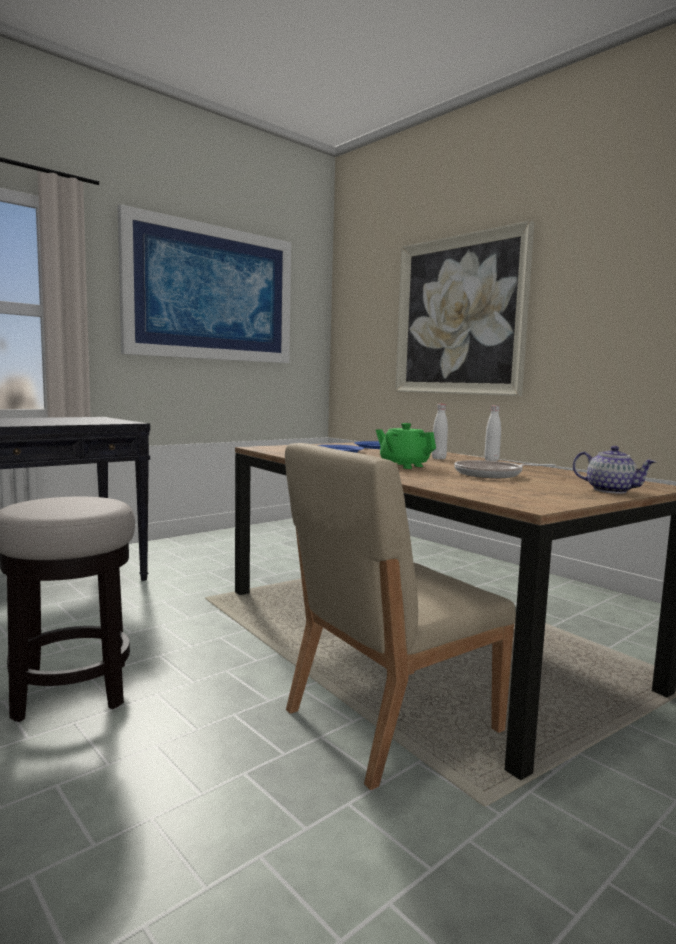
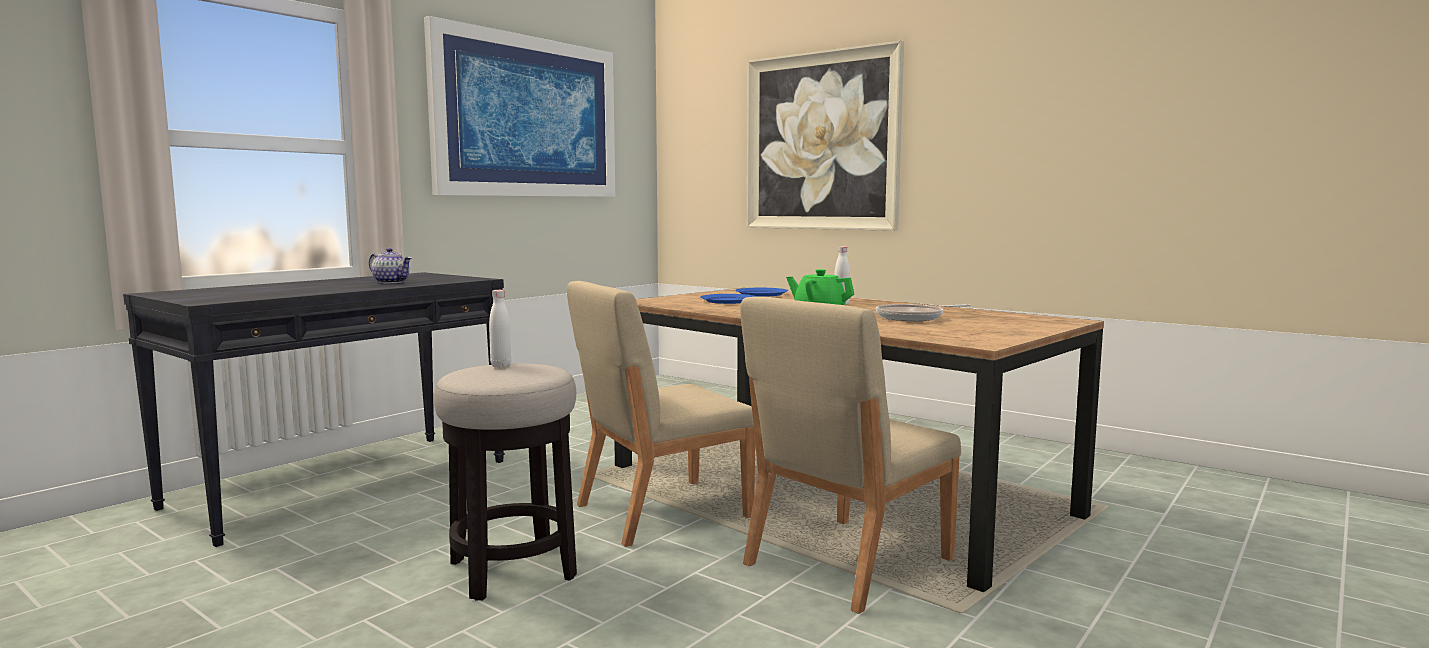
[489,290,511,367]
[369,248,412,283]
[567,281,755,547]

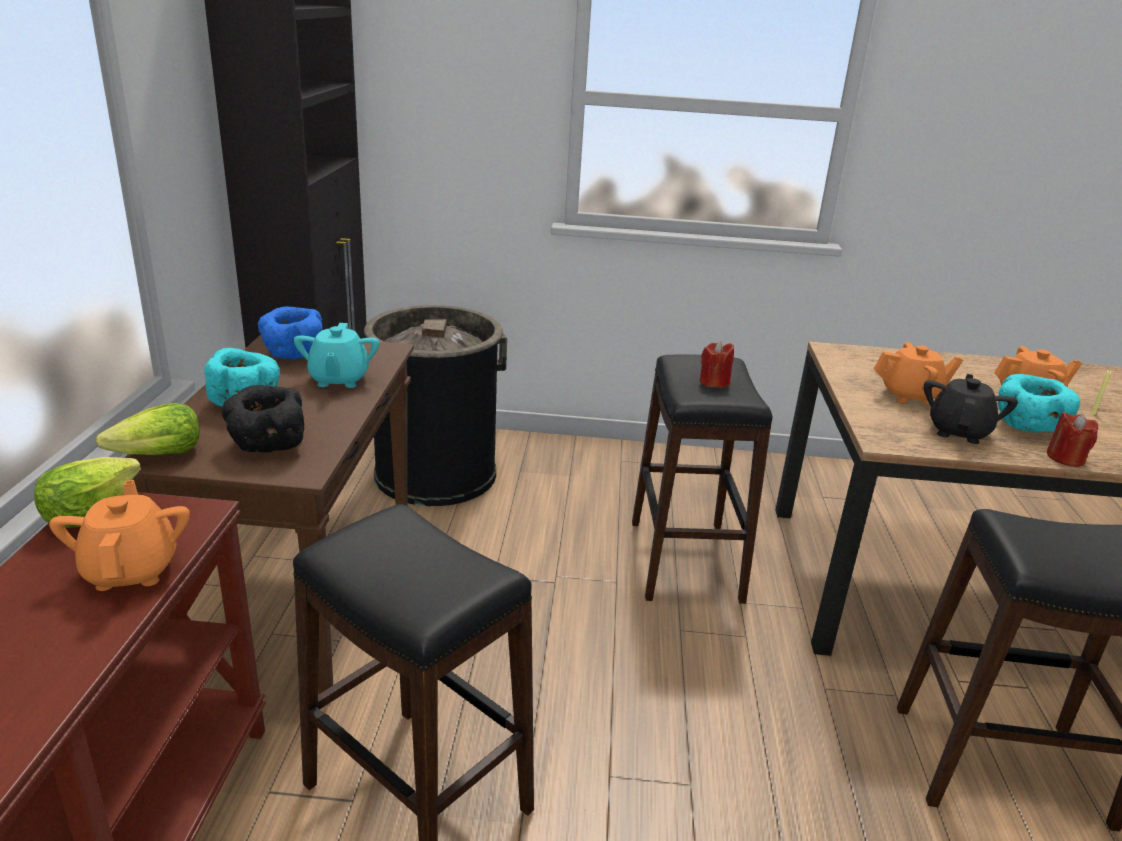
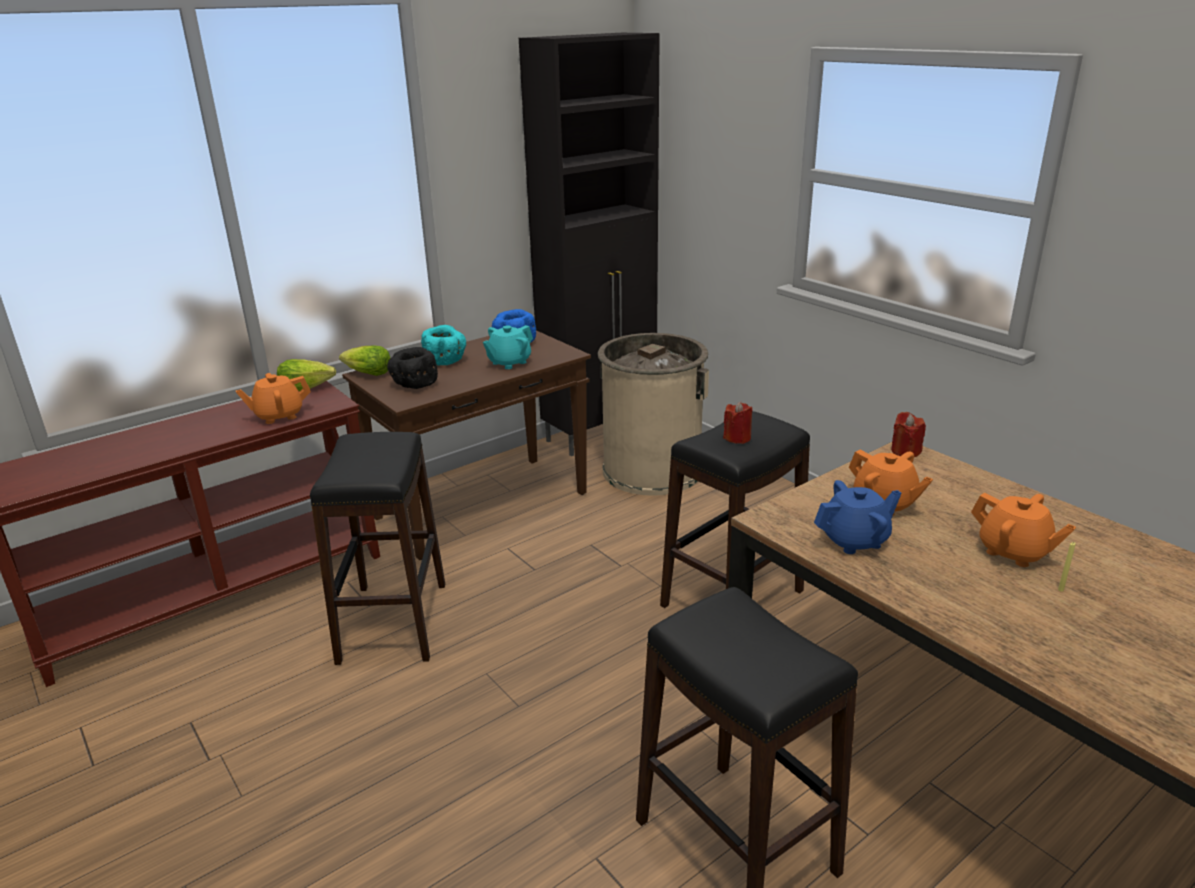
[598,333,709,496]
[814,480,901,554]
[998,374,1080,433] (first image)
[891,412,926,457]
[236,373,311,424]

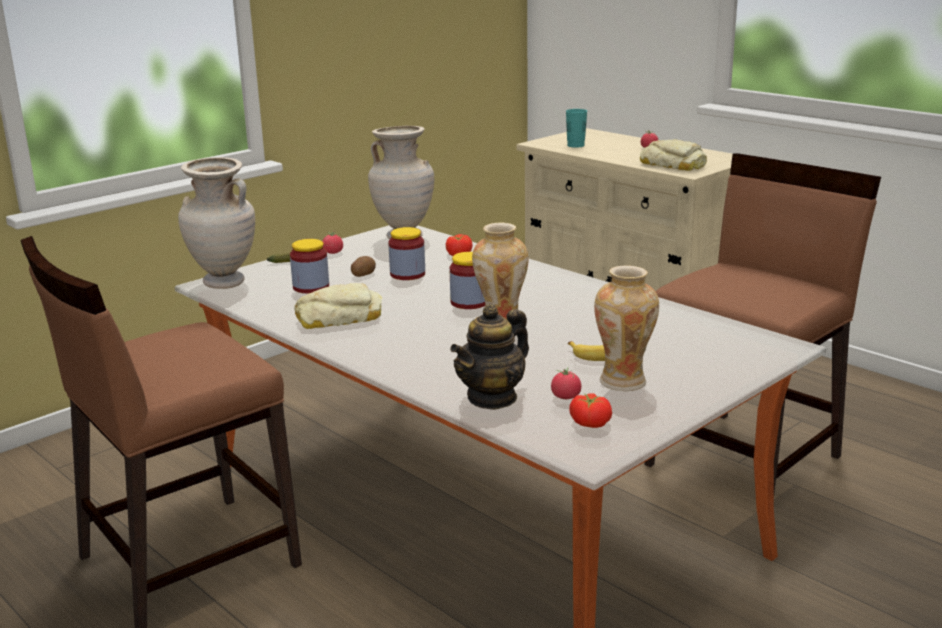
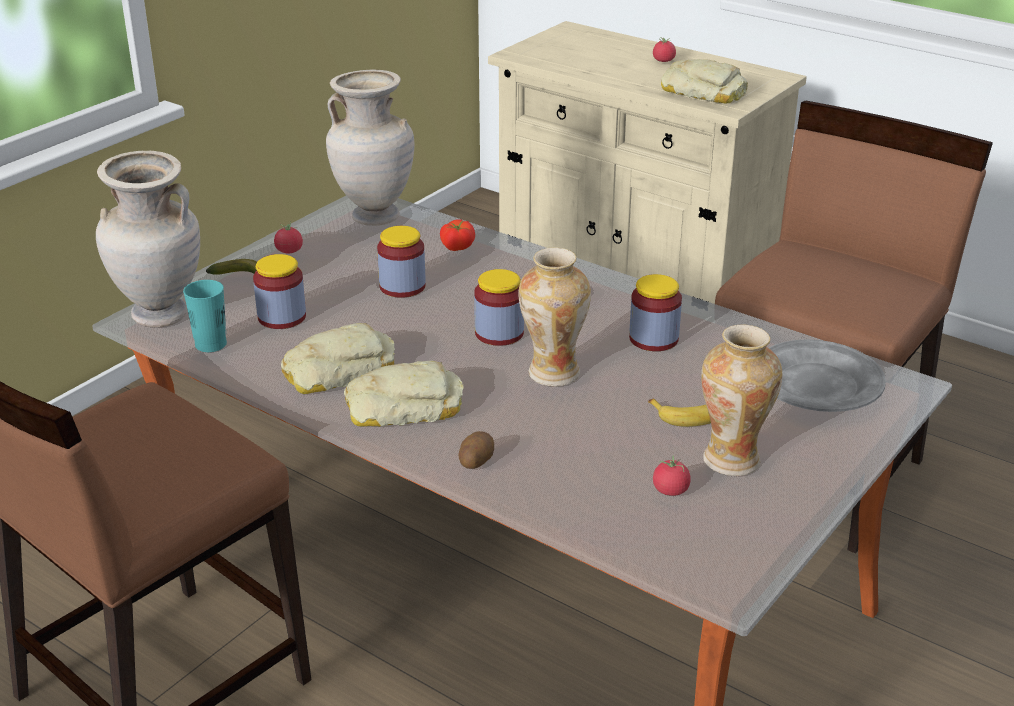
[183,280,227,352]
[458,431,494,469]
[450,304,529,410] (first image)
[569,393,612,428] (first image)
[629,274,682,351]
[769,339,886,412]
[344,360,464,427]

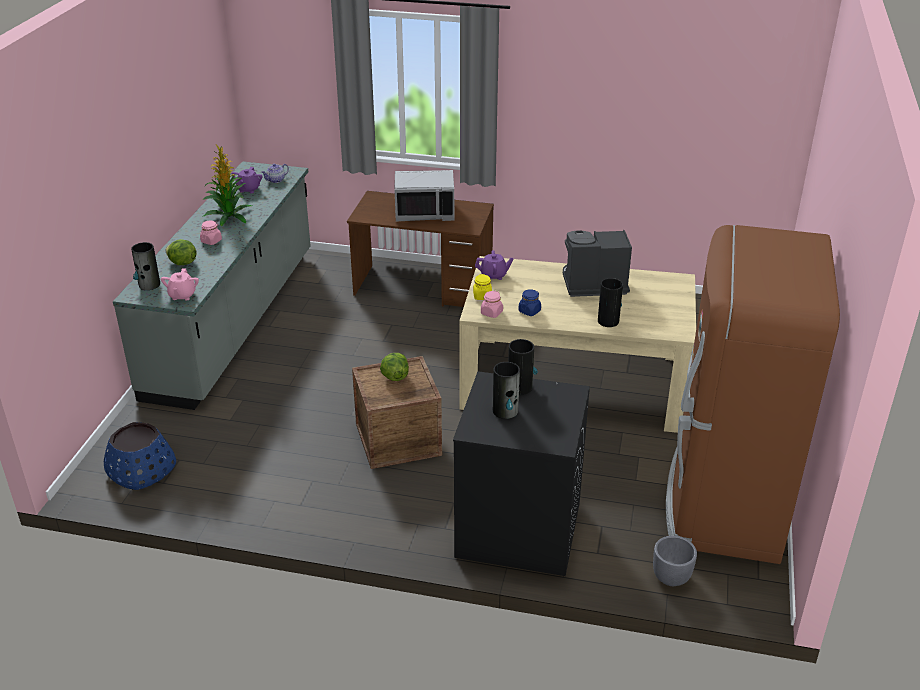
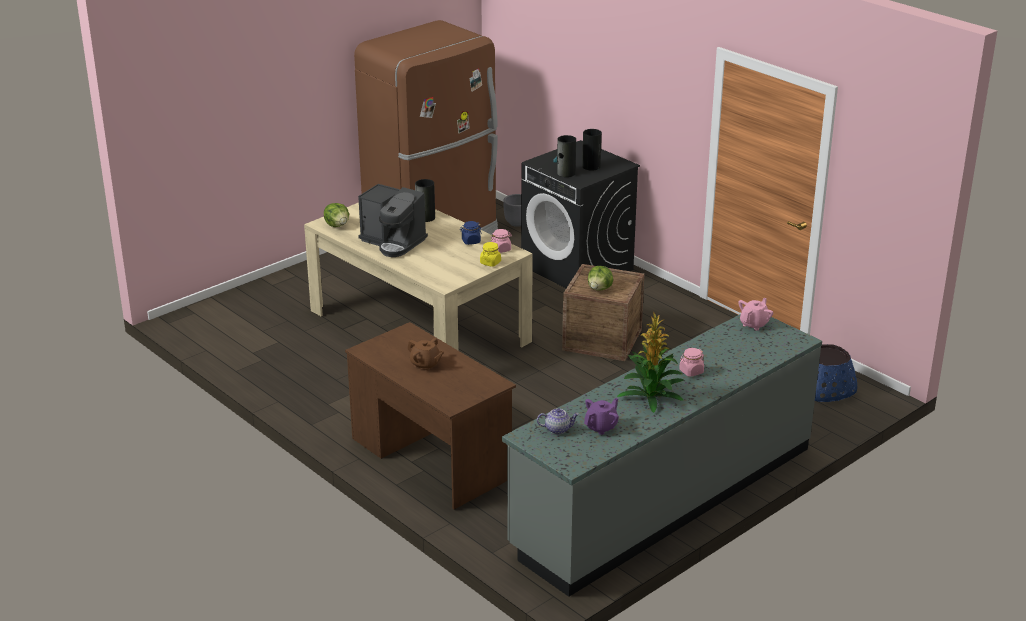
[407,338,444,371]
[324,203,349,227]
[131,242,160,290] (first image)
[475,250,513,280] (first image)

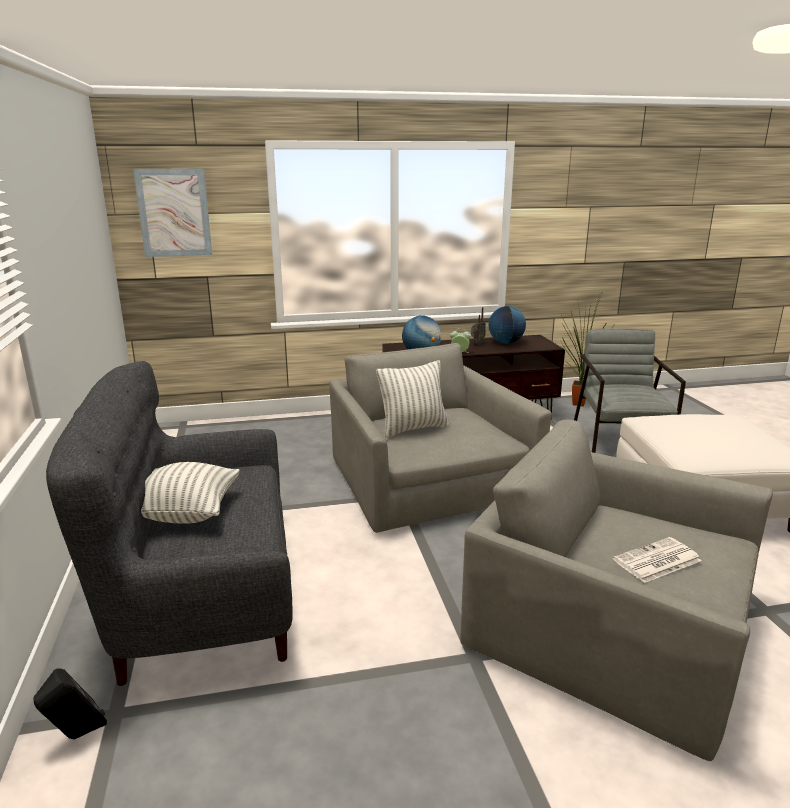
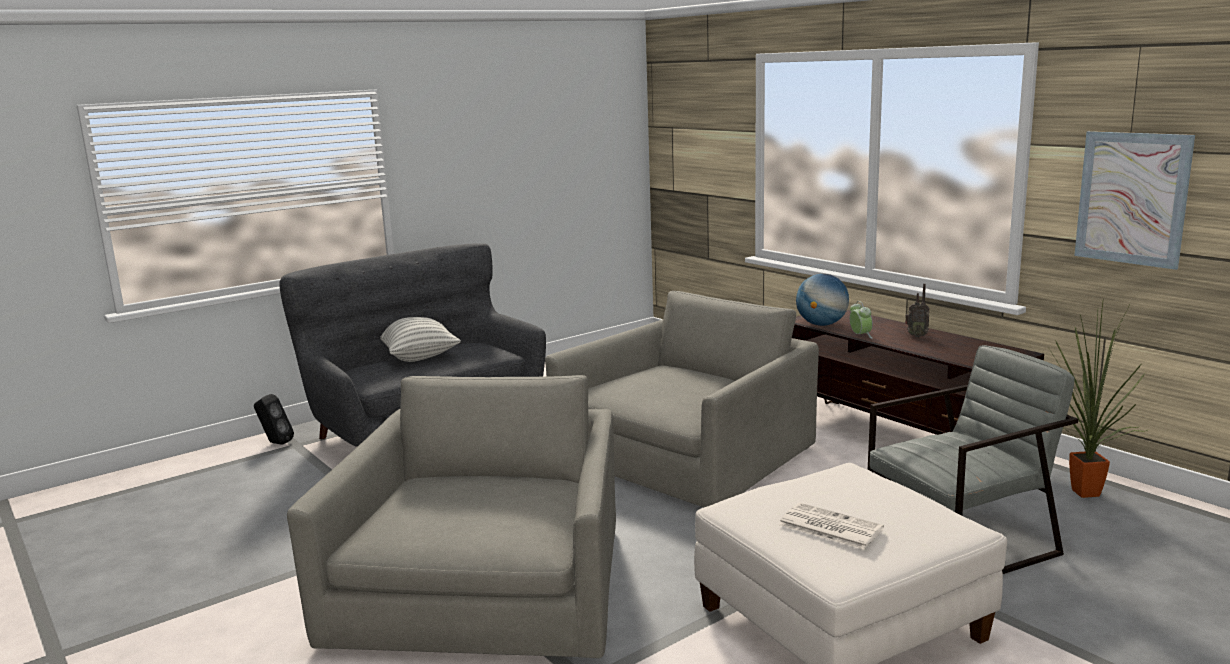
[1074,131,1195,270]
[488,306,526,344] (first image)
[376,360,449,437] (first image)
[779,503,884,550]

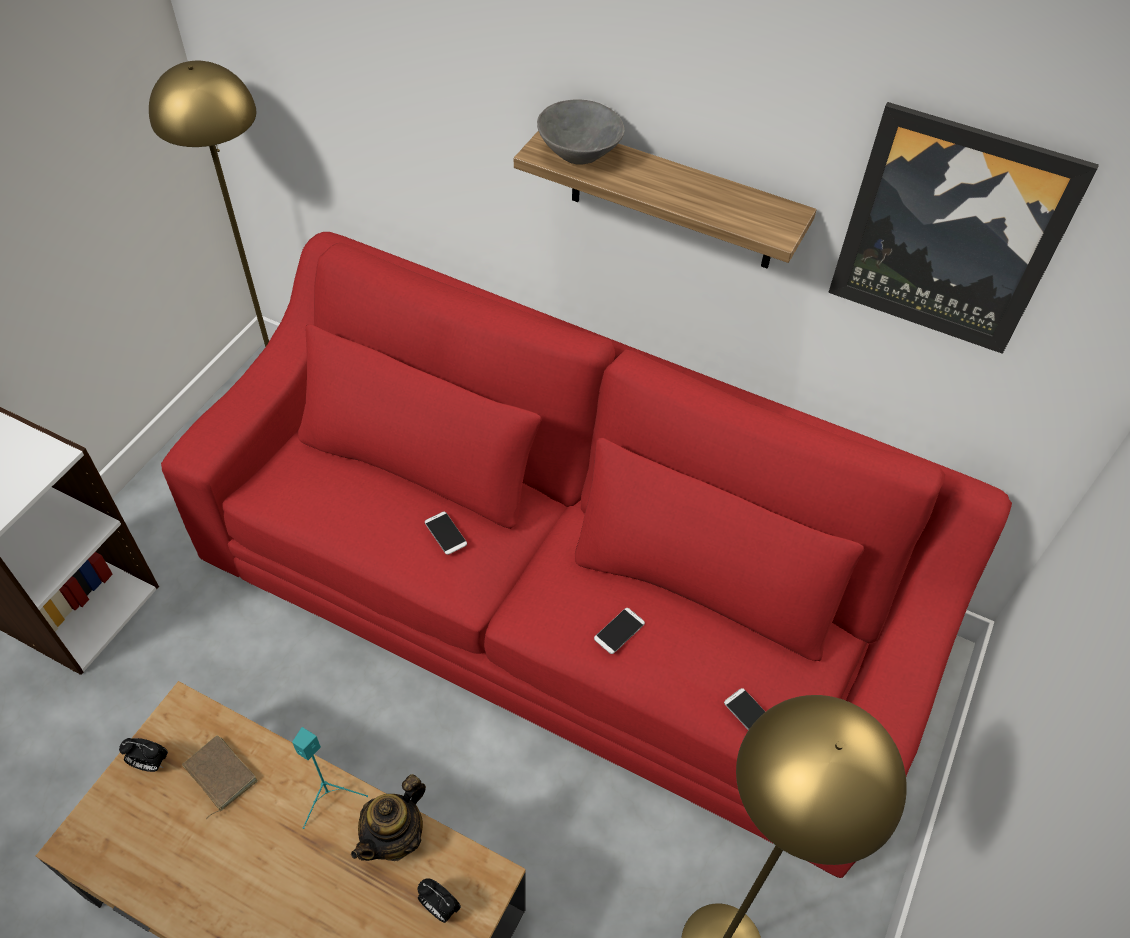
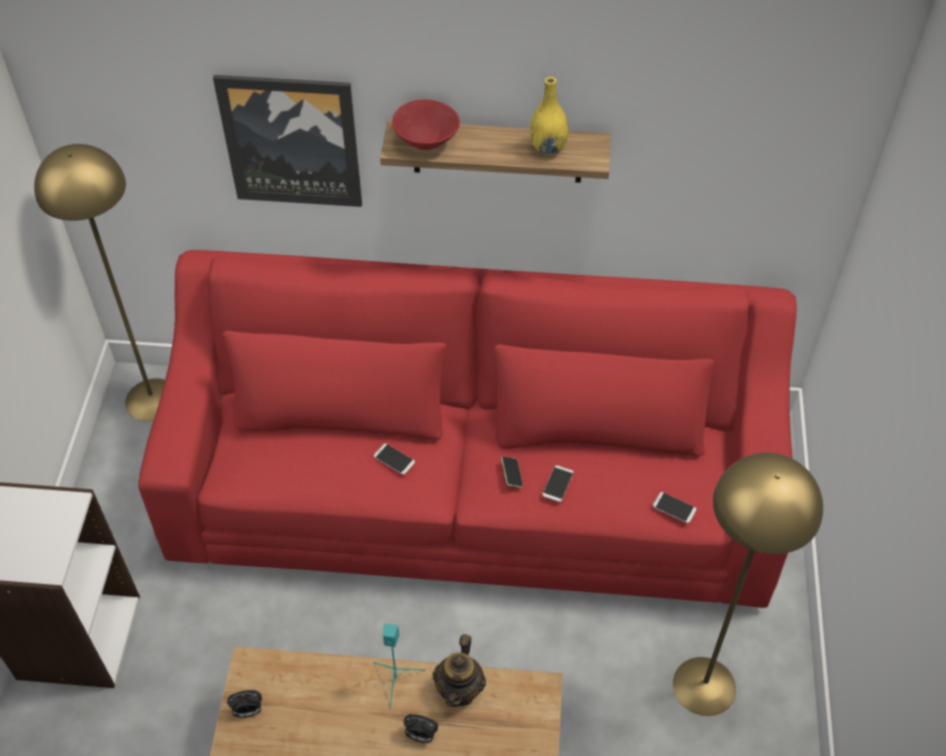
[392,99,460,150]
[213,75,362,207]
[182,735,258,820] (first image)
[404,714,438,743]
[530,77,568,156]
[501,456,523,488]

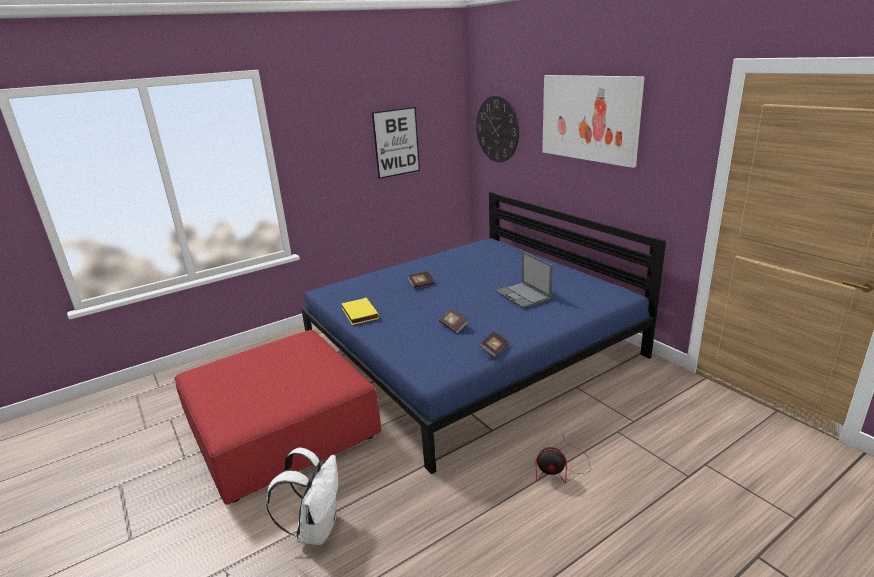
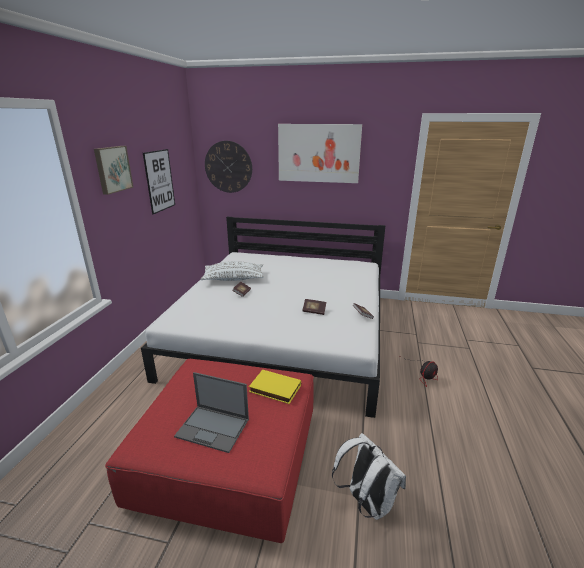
[141,217,385,418]
[174,372,249,453]
[249,370,301,404]
[94,146,133,195]
[200,261,264,281]

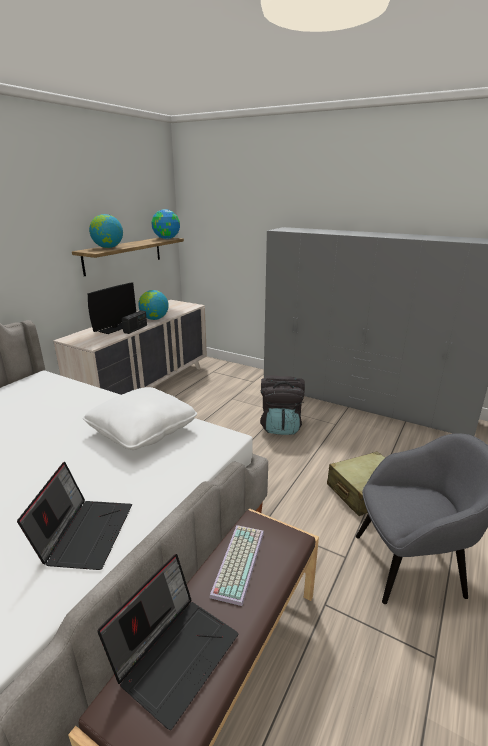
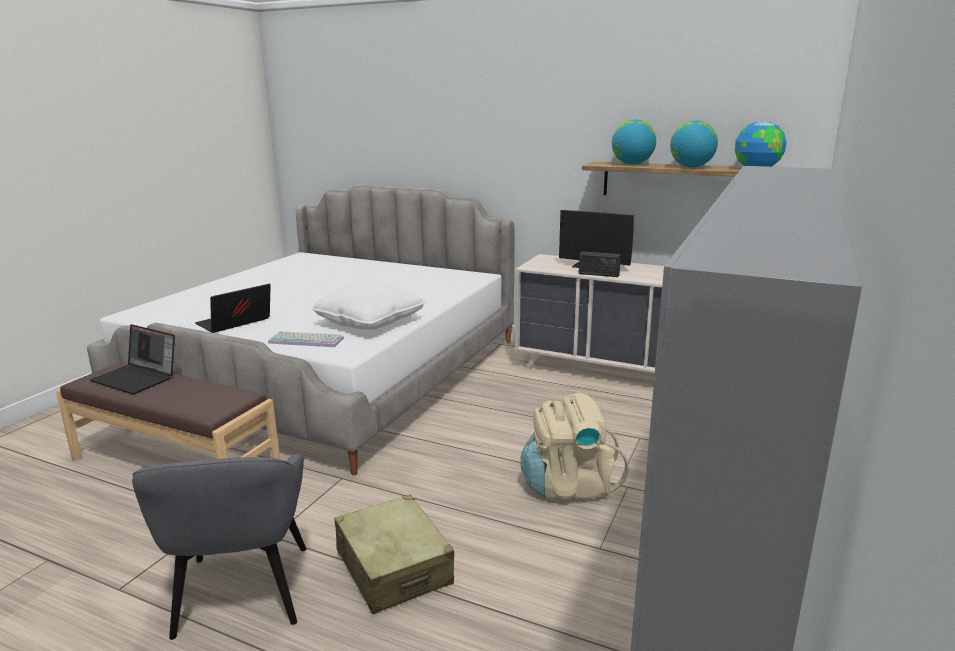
[670,120,718,167]
[520,393,628,501]
[195,284,271,333]
[268,331,344,347]

